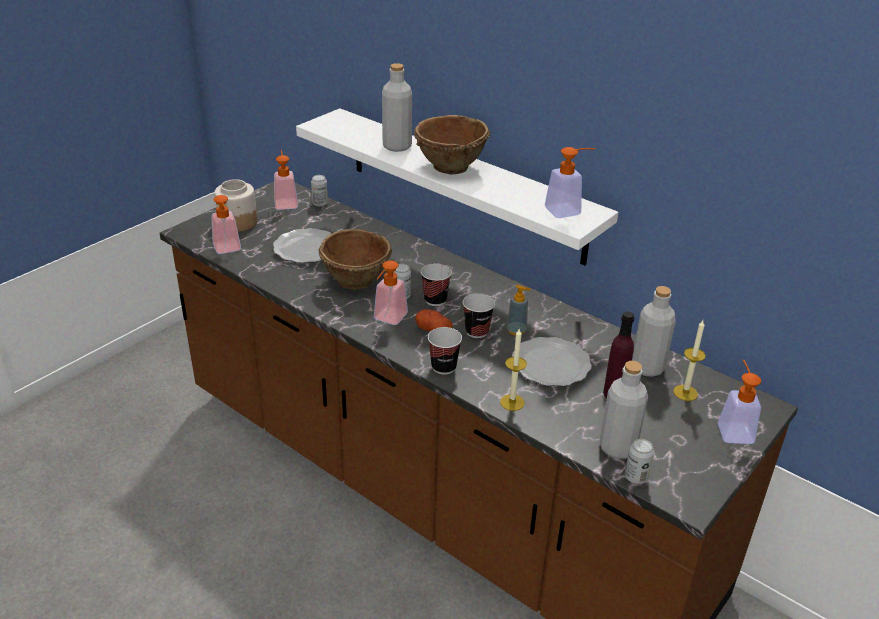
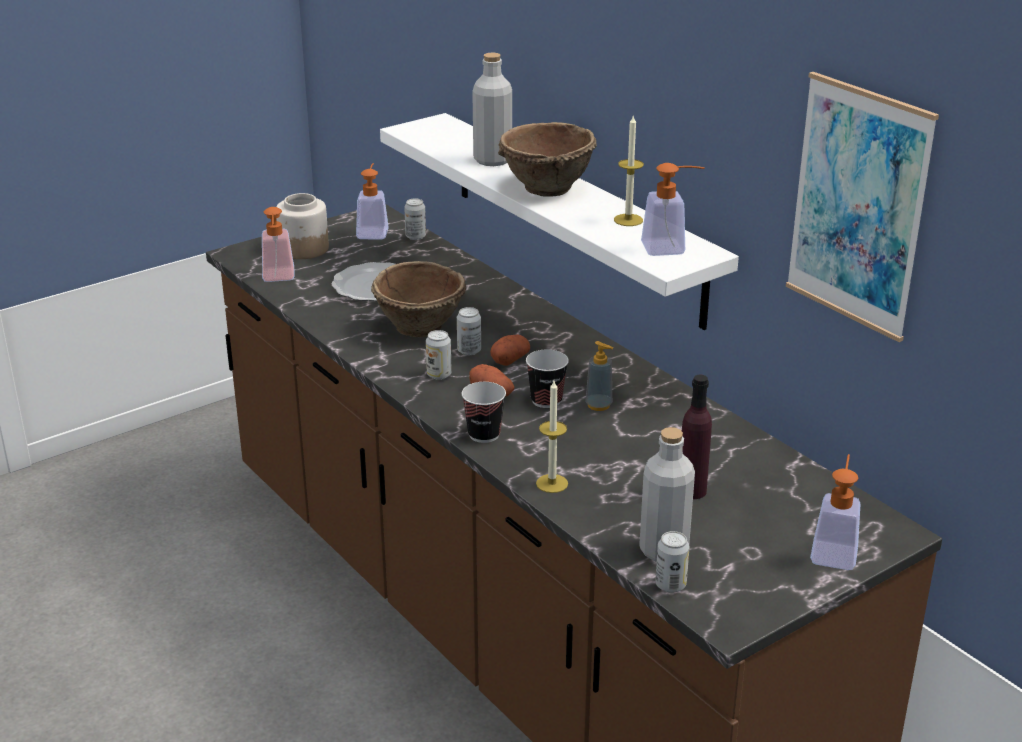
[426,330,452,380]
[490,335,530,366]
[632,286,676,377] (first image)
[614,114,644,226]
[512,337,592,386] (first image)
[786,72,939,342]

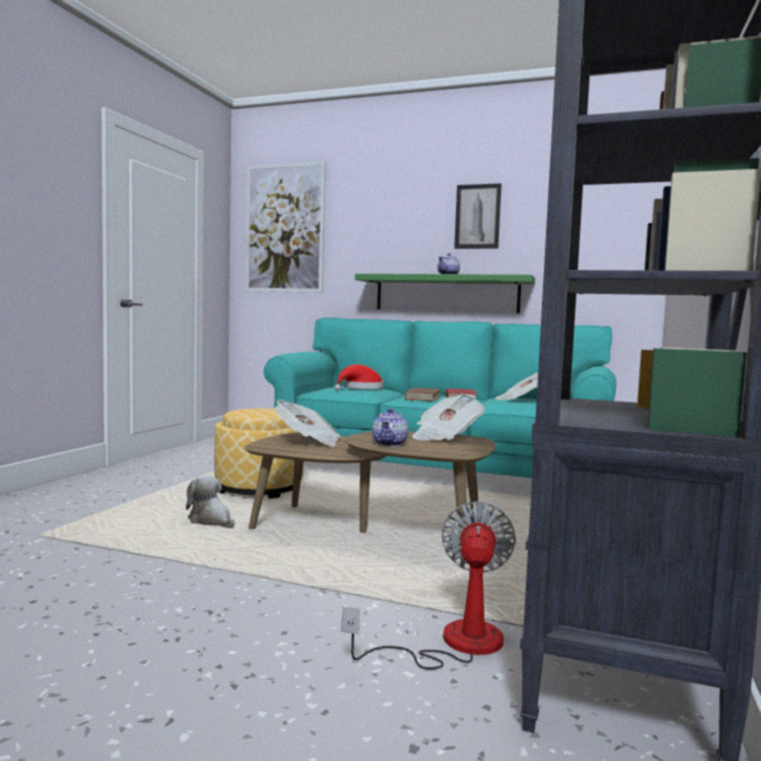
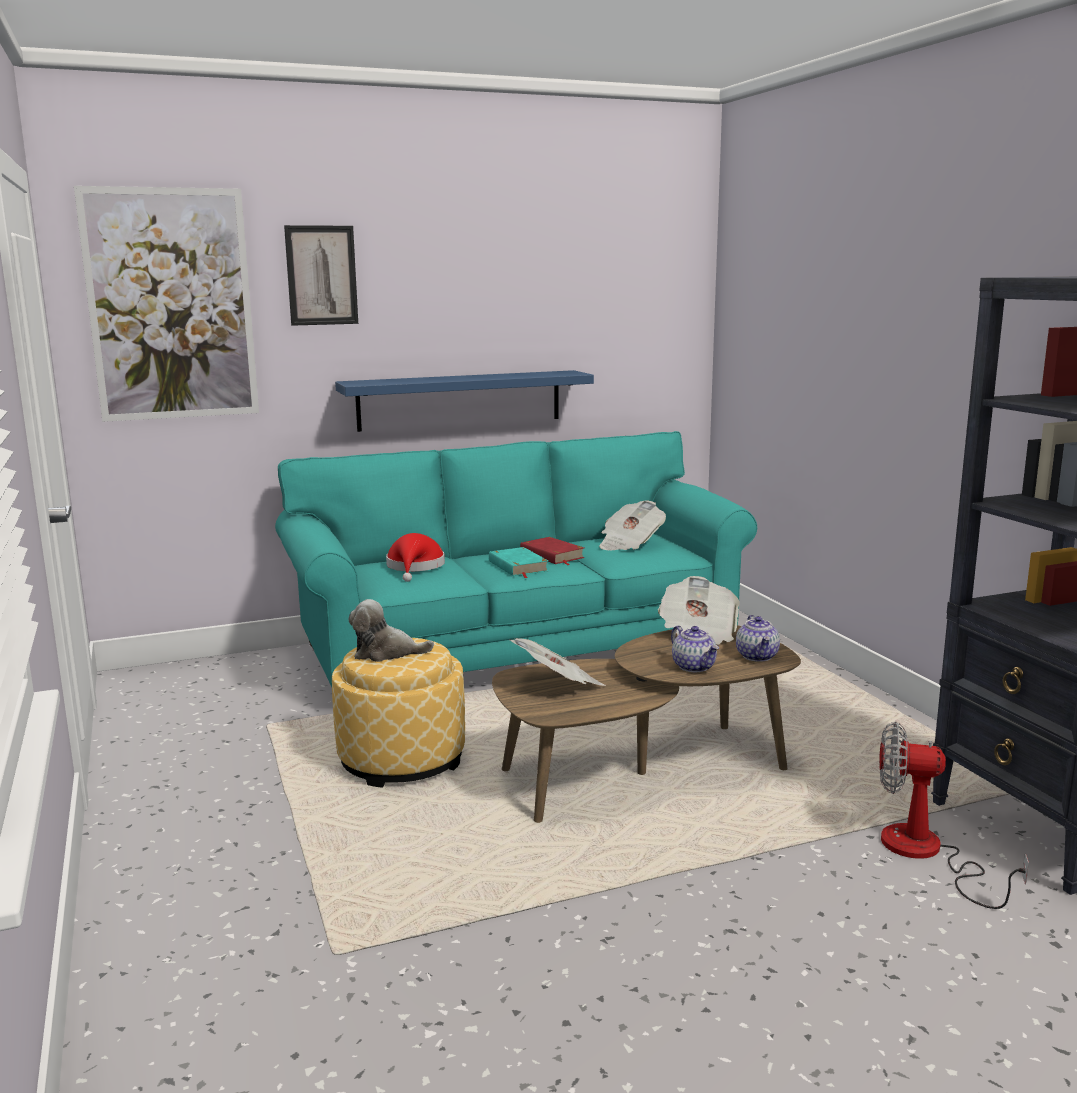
[284,225,358,326]
[736,615,780,662]
[335,370,594,432]
[489,547,548,578]
[349,599,434,662]
[879,722,1029,909]

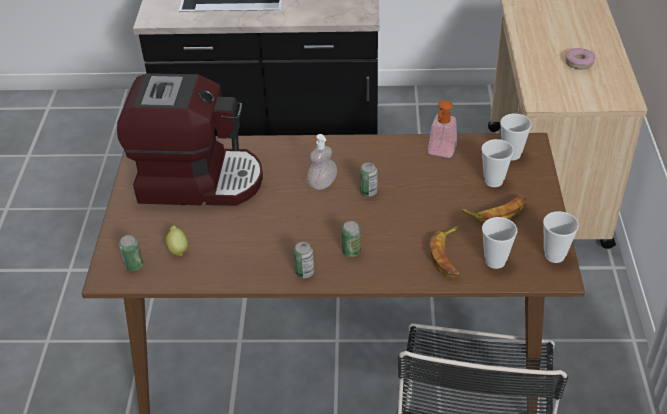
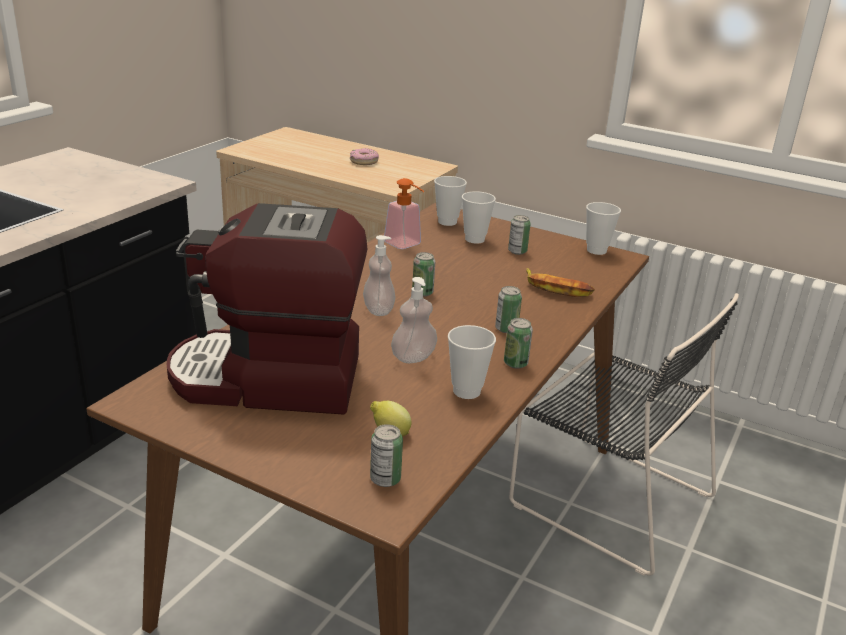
[167,203,367,415]
[508,215,531,255]
[448,325,496,399]
[391,277,437,363]

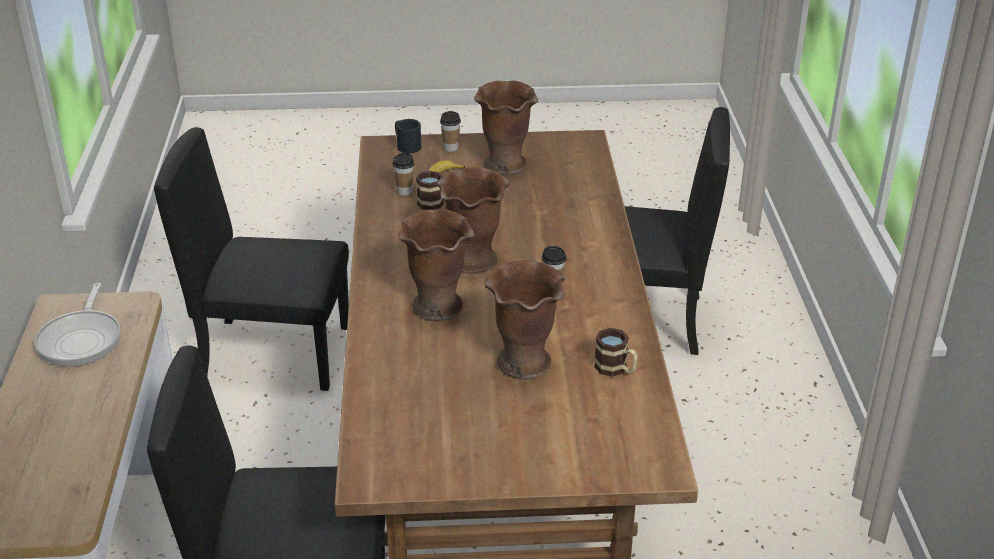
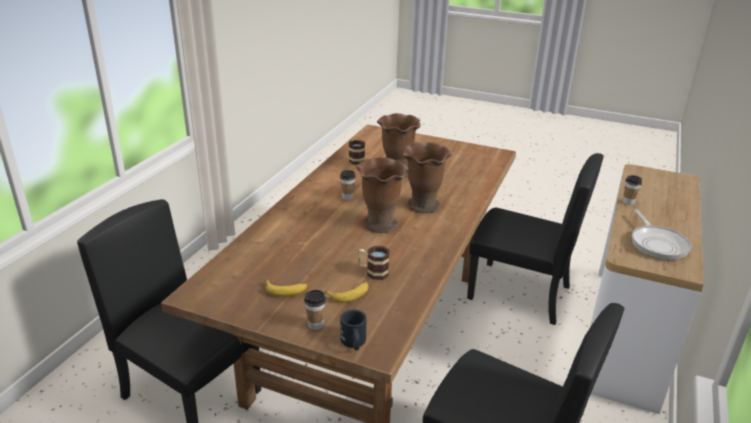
[265,279,309,297]
[623,175,642,205]
[632,210,691,260]

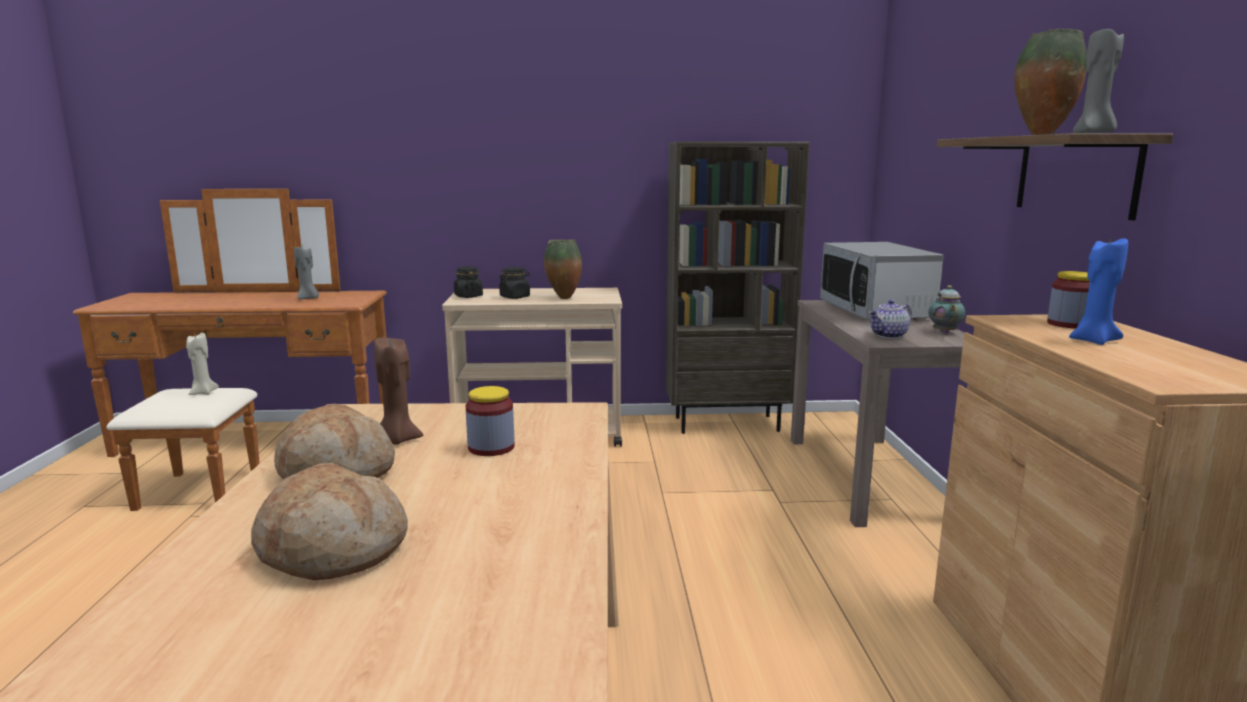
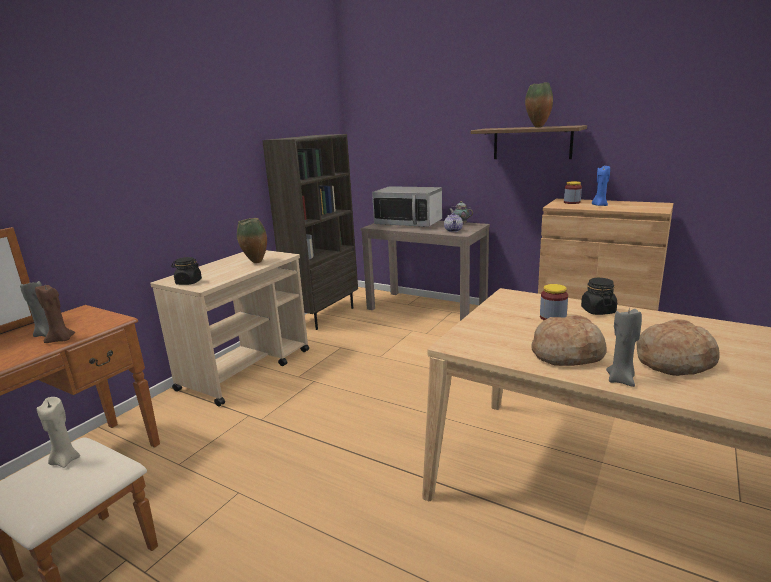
[606,309,642,387]
[581,278,617,315]
[35,285,75,343]

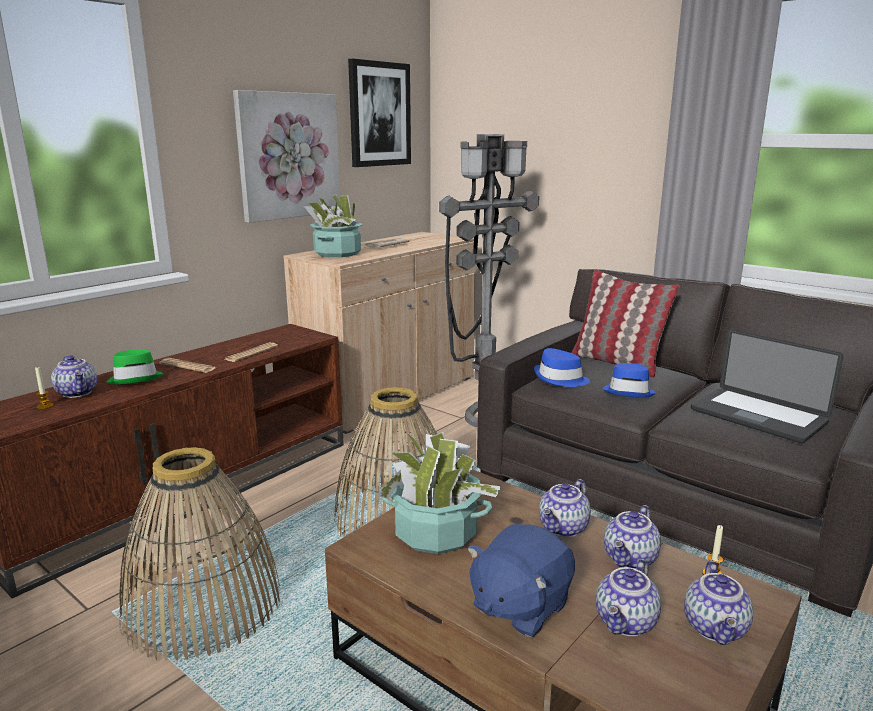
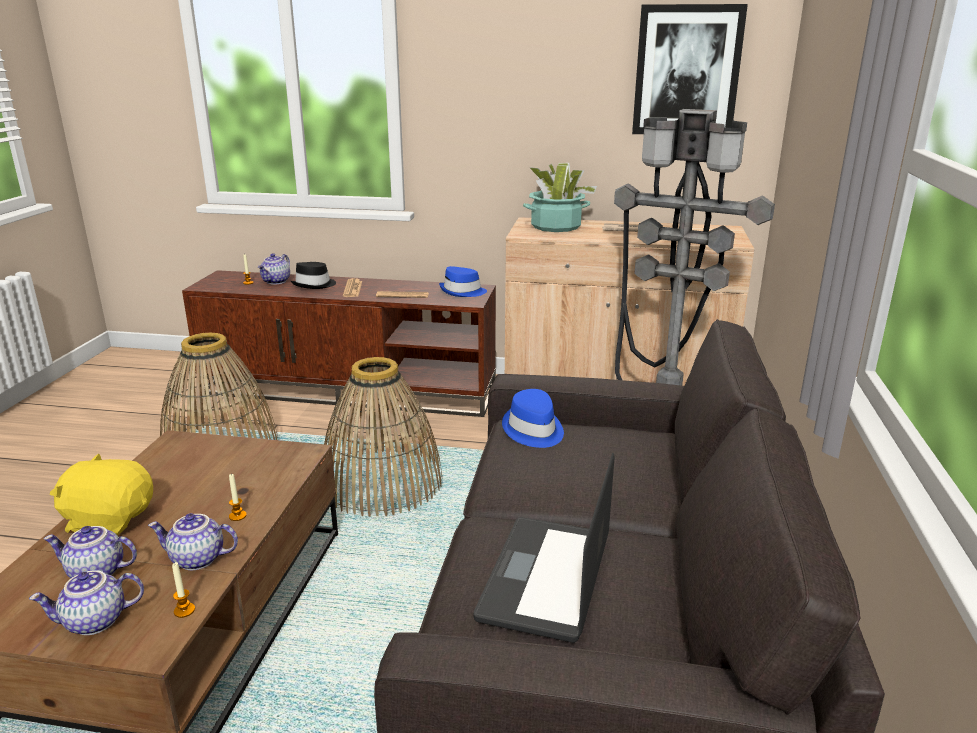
[233,90,340,223] (first image)
[571,270,679,378] (first image)
[291,262,336,289]
[439,266,487,297]
[376,432,501,554] (first image)
[229,474,247,521]
[50,453,153,535]

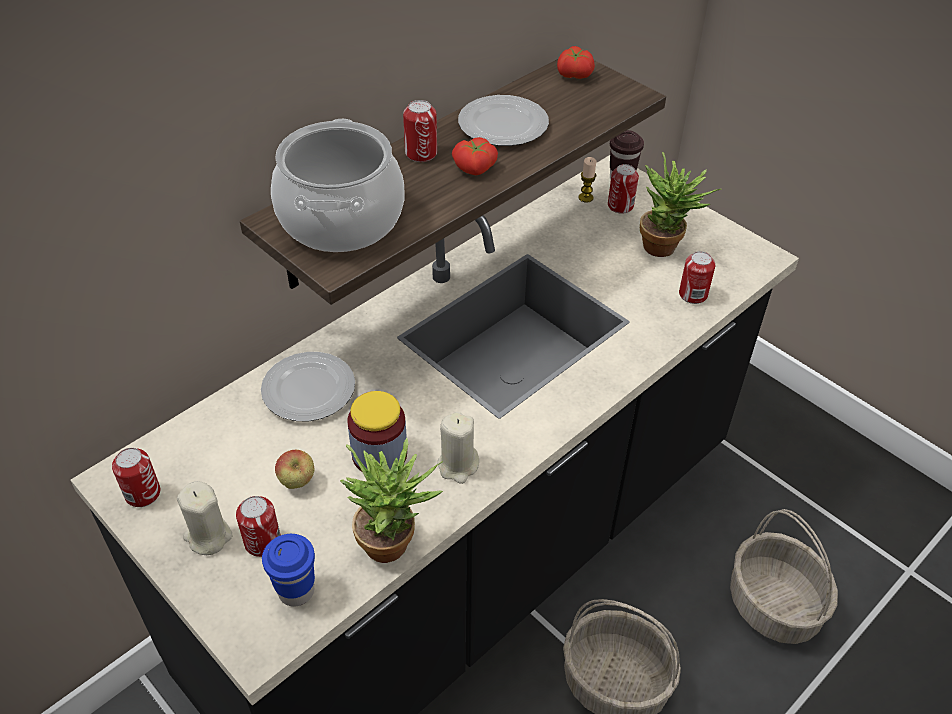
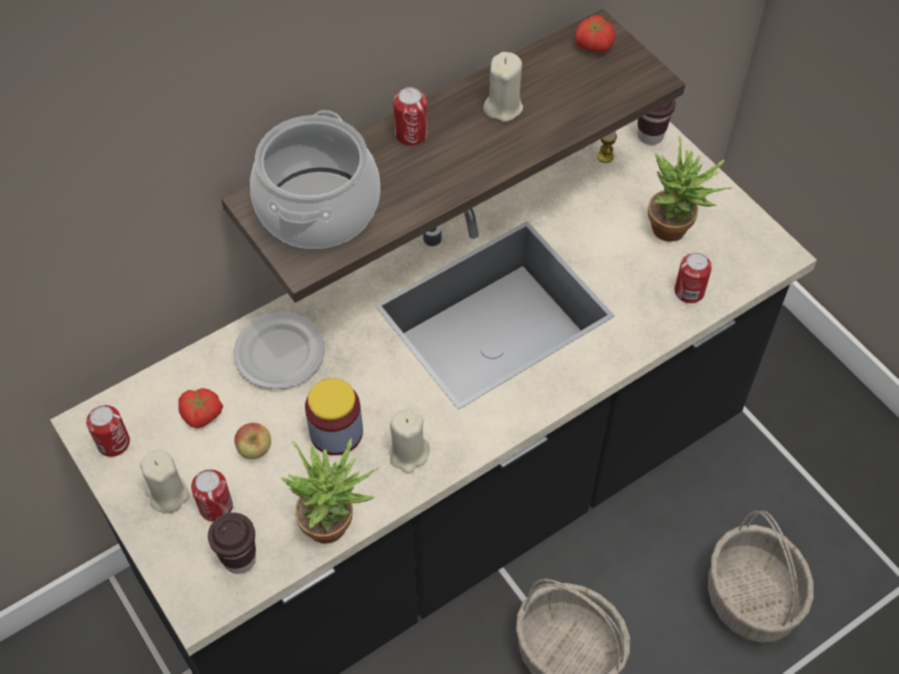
[483,52,523,122]
[178,388,223,428]
[608,164,639,214] (first image)
[208,513,256,574]

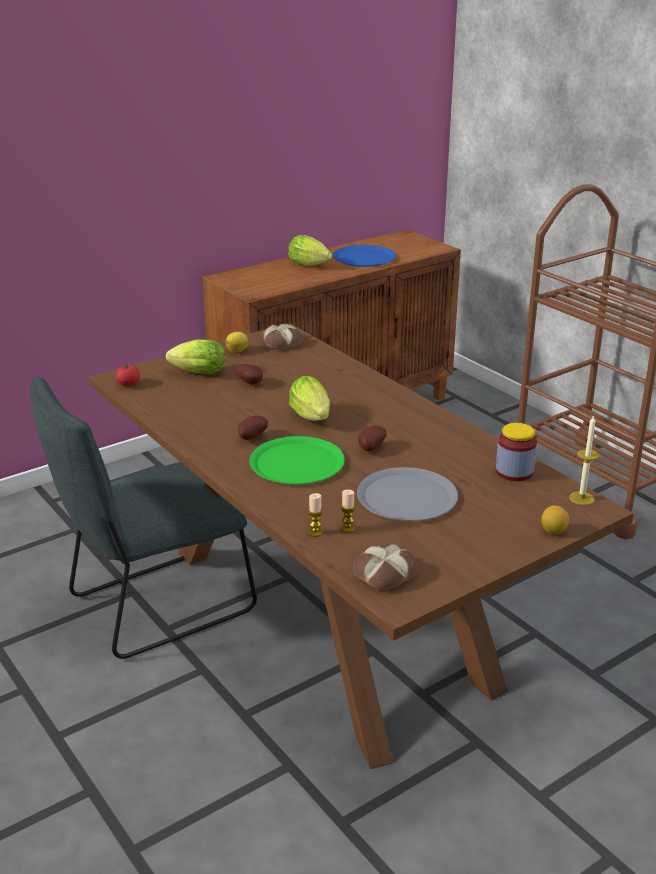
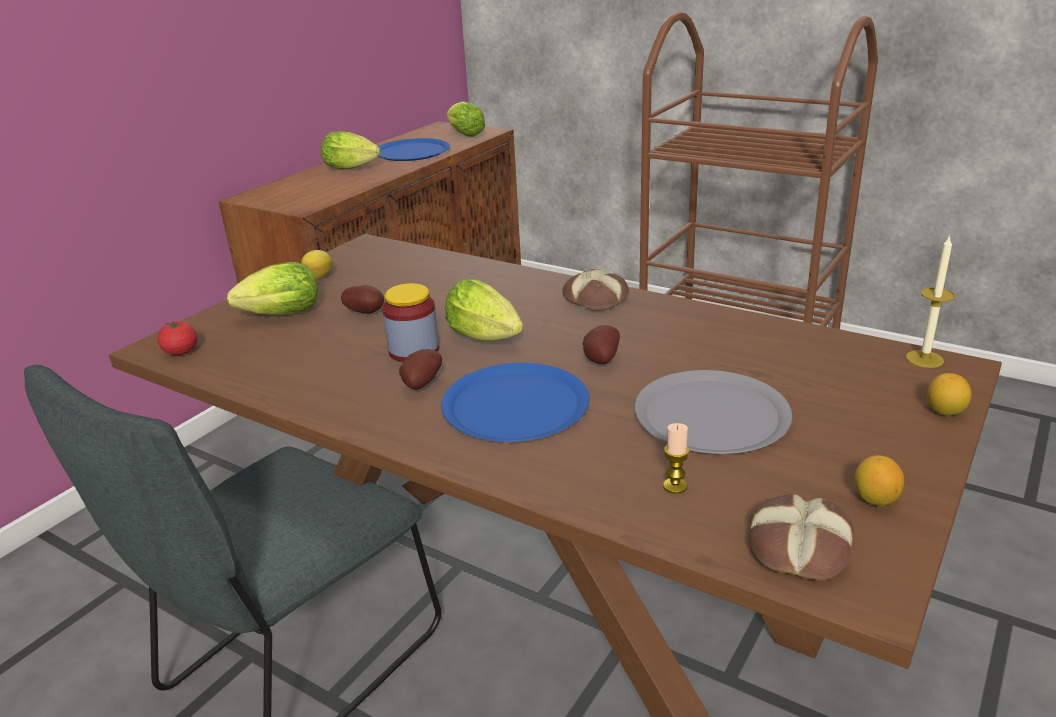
[562,269,629,311]
[382,283,439,362]
[441,363,590,442]
[308,493,323,537] (first image)
[446,101,485,137]
[854,455,904,506]

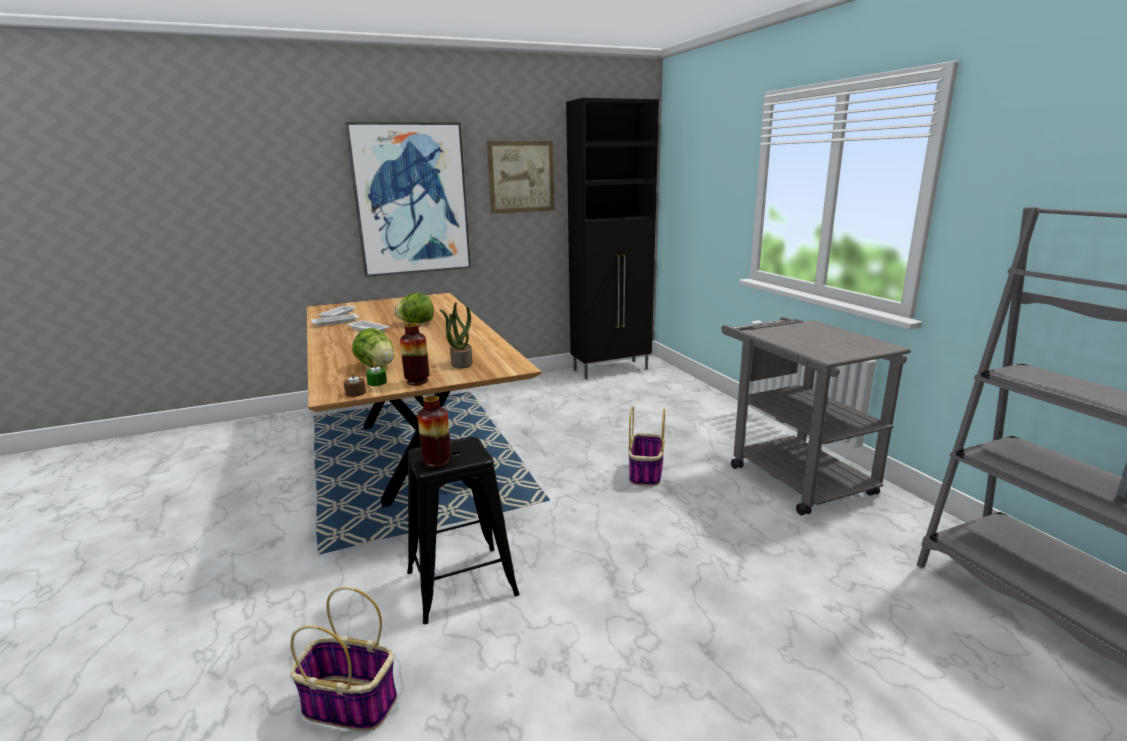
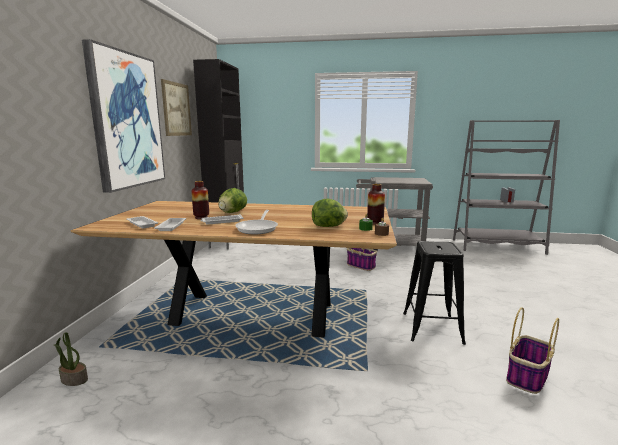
[54,332,88,386]
[192,181,209,219]
[235,210,278,234]

